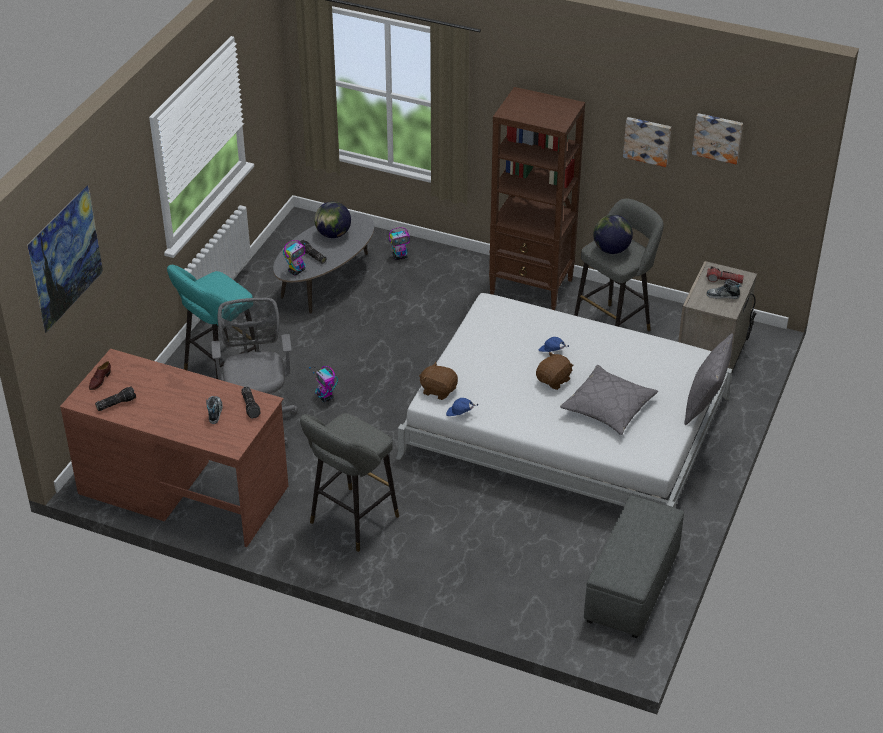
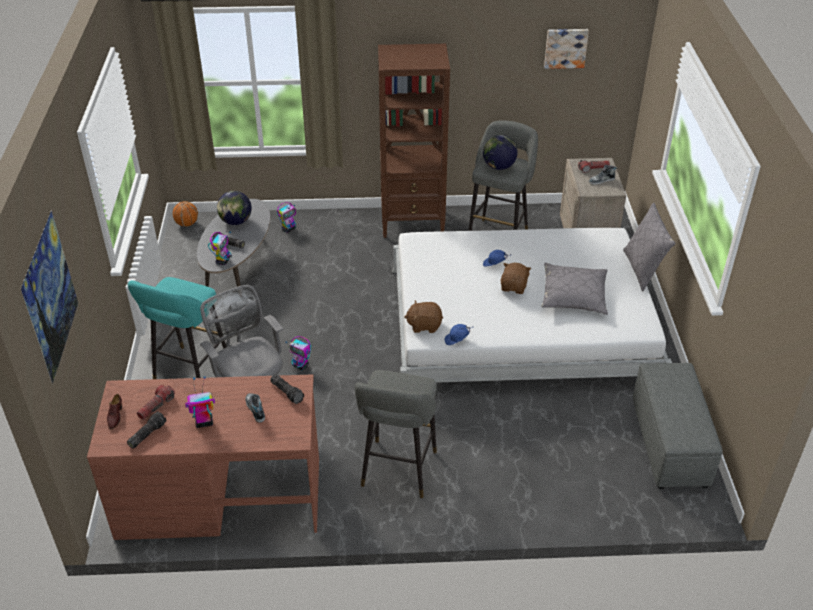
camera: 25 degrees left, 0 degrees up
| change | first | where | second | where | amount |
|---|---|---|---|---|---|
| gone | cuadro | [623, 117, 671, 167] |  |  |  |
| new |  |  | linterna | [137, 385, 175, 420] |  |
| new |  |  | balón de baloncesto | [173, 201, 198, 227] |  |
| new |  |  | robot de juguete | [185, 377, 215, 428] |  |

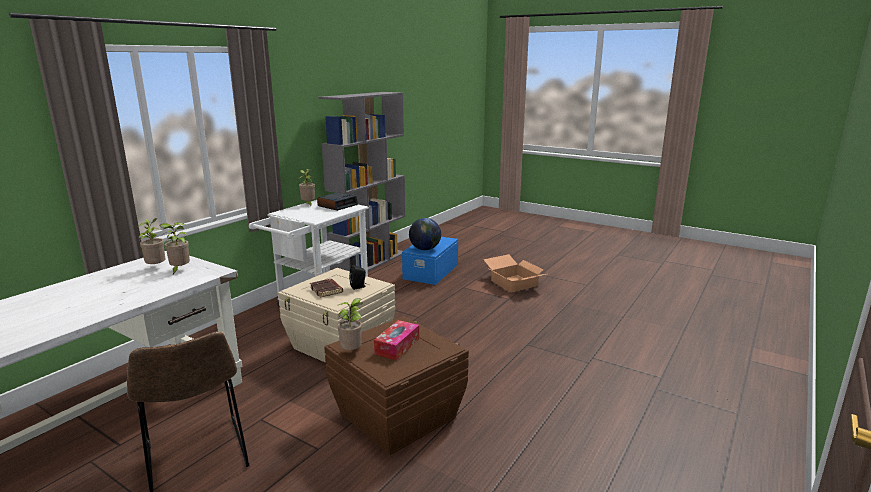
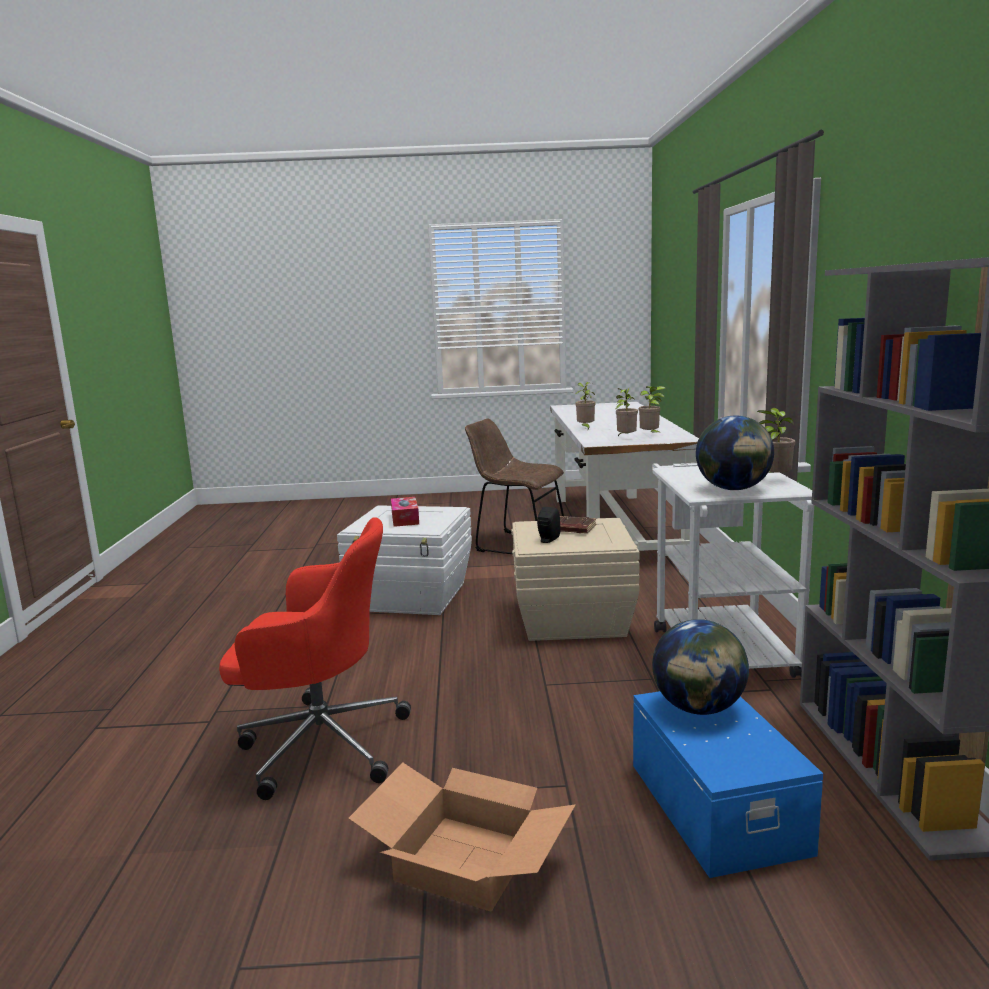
camera: 145 degrees right, 5 degrees down
| change | first | where | second | where | amount |
|---|---|---|---|---|---|
| swapped | despertador | [317, 192, 358, 211] | globo terráqueo | [696, 416, 774, 490] |  |
| repainted | caja de almacenaje [marrón] | [324, 316, 469, 455] | caja de almacenaje [blanco] | [337, 505, 472, 615] |  |
| shifted | planta en maceta | [337, 298, 363, 350] |  | [575, 382, 596, 429] |  |
| new |  |  | silla de oficina [rojo] | [219, 517, 411, 800] |  |

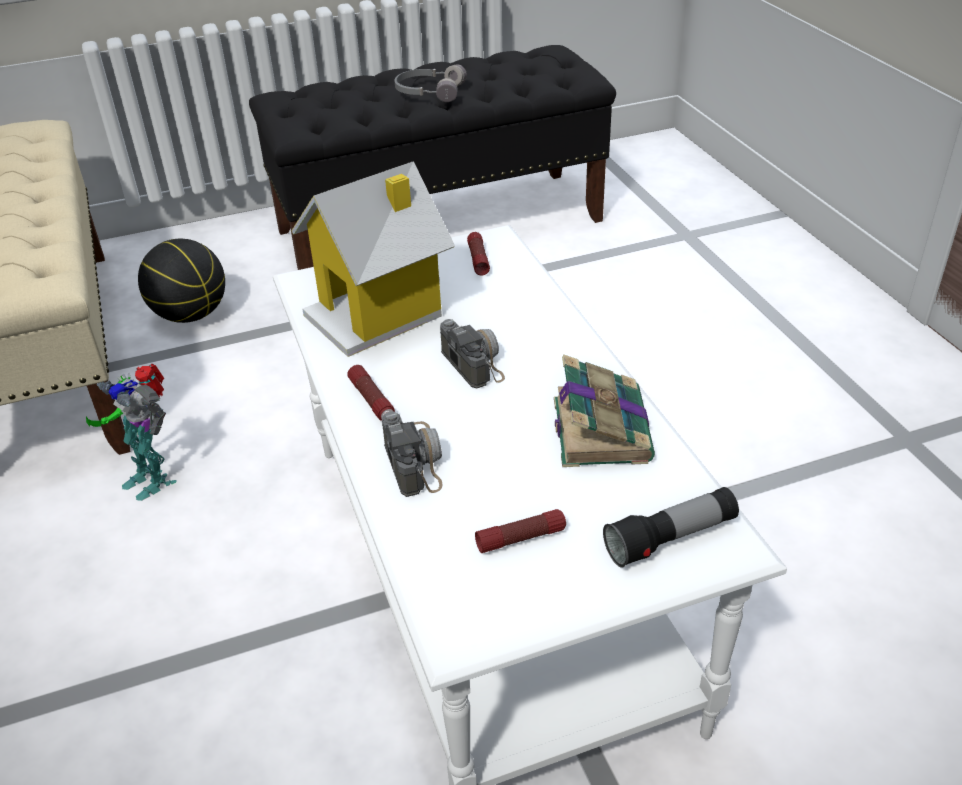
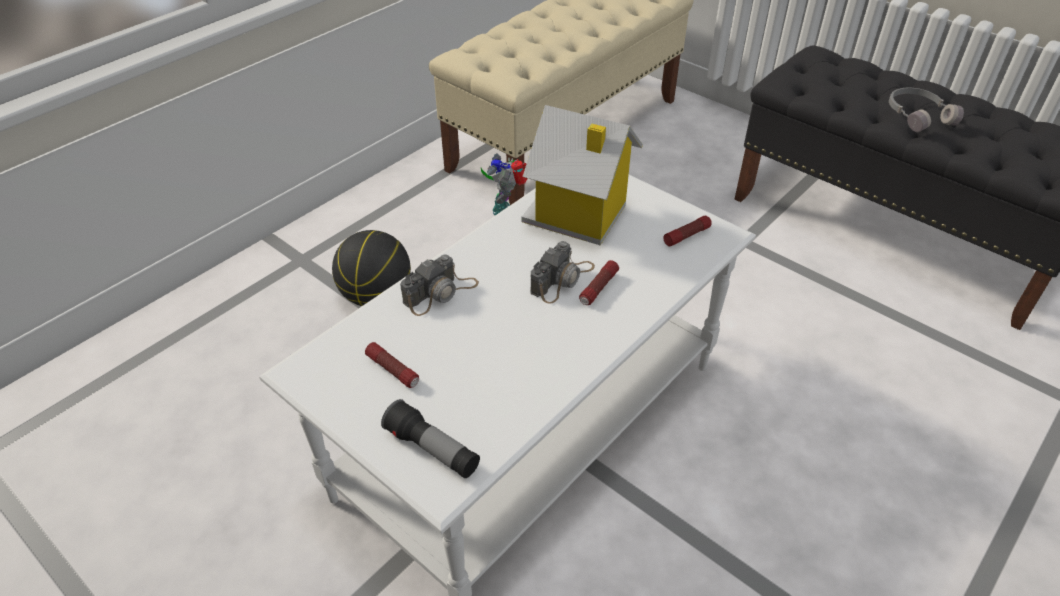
camera: 60 degrees right, 5 degrees up
| change | first | where | second | where | amount |
|---|---|---|---|---|---|
| shifted | balón de baloncesto | [138, 239, 225, 323] |  | [332, 230, 411, 306] |  |
| shifted | linterna | [347, 365, 395, 421] |  | [579, 260, 619, 305] |  |
| gone | libro | [554, 355, 655, 467] |  |  |  |

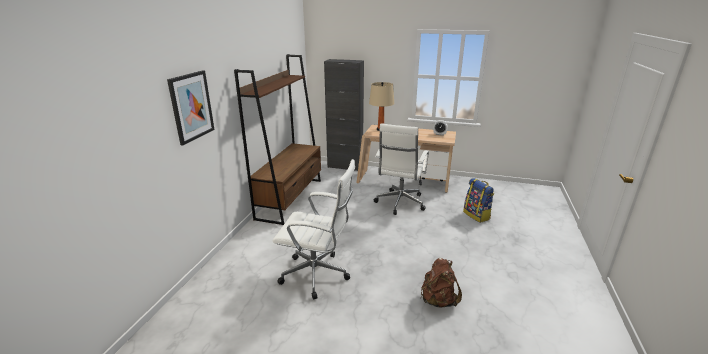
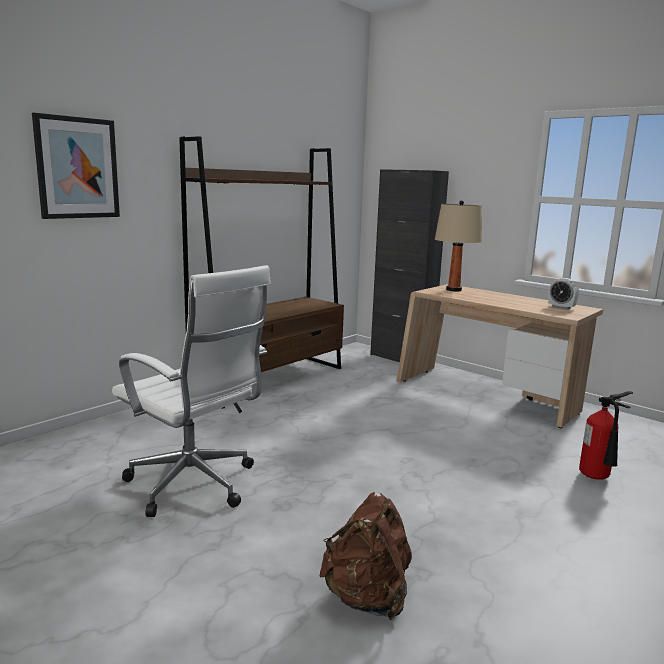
camera: 25 degrees right, 10 degrees down
| change | first | where | second | where | amount |
|---|---|---|---|---|---|
| gone | silla de oficina [blanco] | [374, 123, 429, 215] |  |  |  |
| swapped | mochila | [463, 178, 494, 223] | extintor | [579, 391, 633, 480] |  |

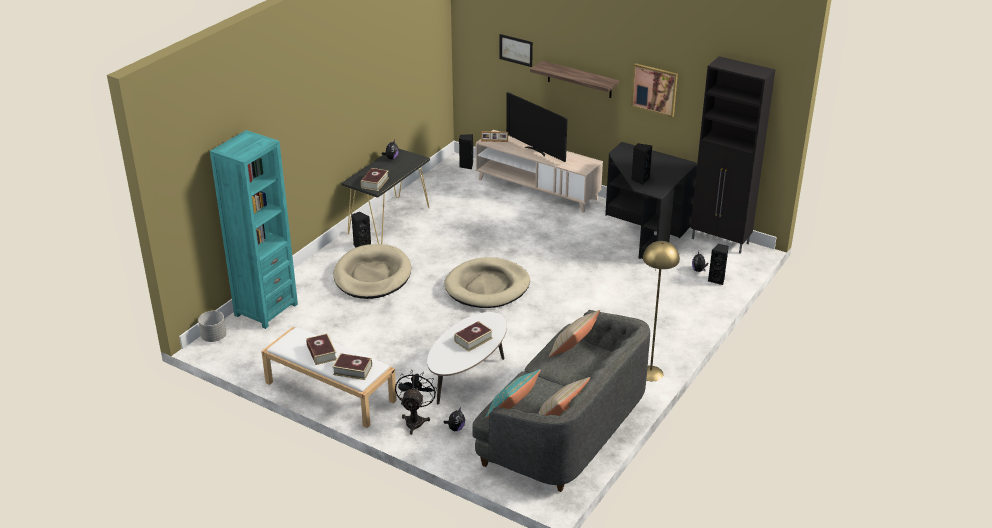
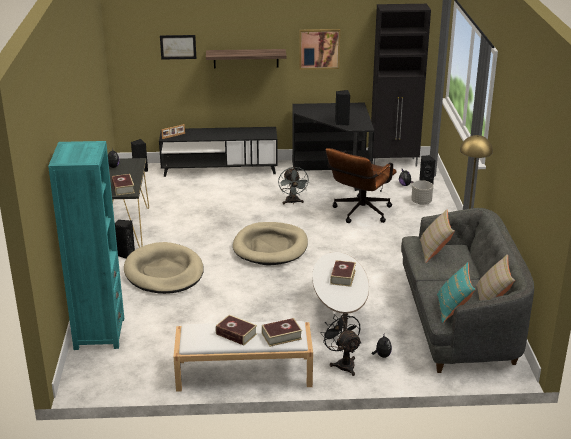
camera: 35 degrees left, 5 degrees down
| change | first | where | second | where | amount |
|---|---|---|---|---|---|
| shifted | maceta [gris] | [198, 311, 227, 342] |  | [411, 180, 433, 205] |  |
| repainted | mueble de televisión [beis] | [476, 130, 603, 213] | mueble de televisión [negro] | [159, 127, 278, 177] |  |
| gone | televisor | [506, 92, 568, 162] |  |  |  |
| new |  |  | ventilador [gris] | [278, 167, 309, 204] |  |
| new |  |  | silla de oficina [marrón] | [326, 148, 397, 223] |  |

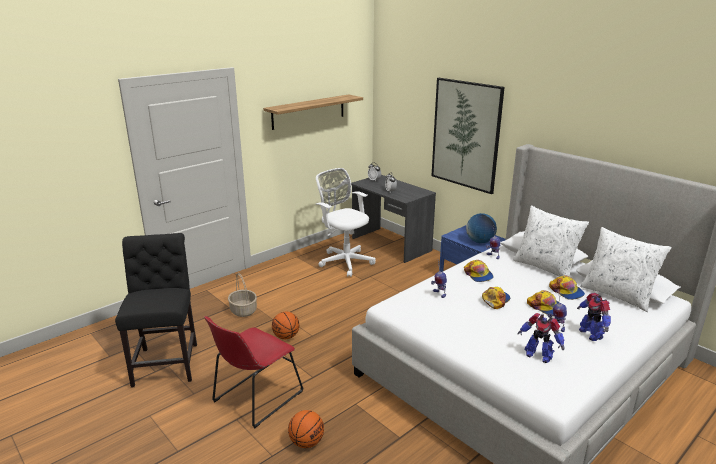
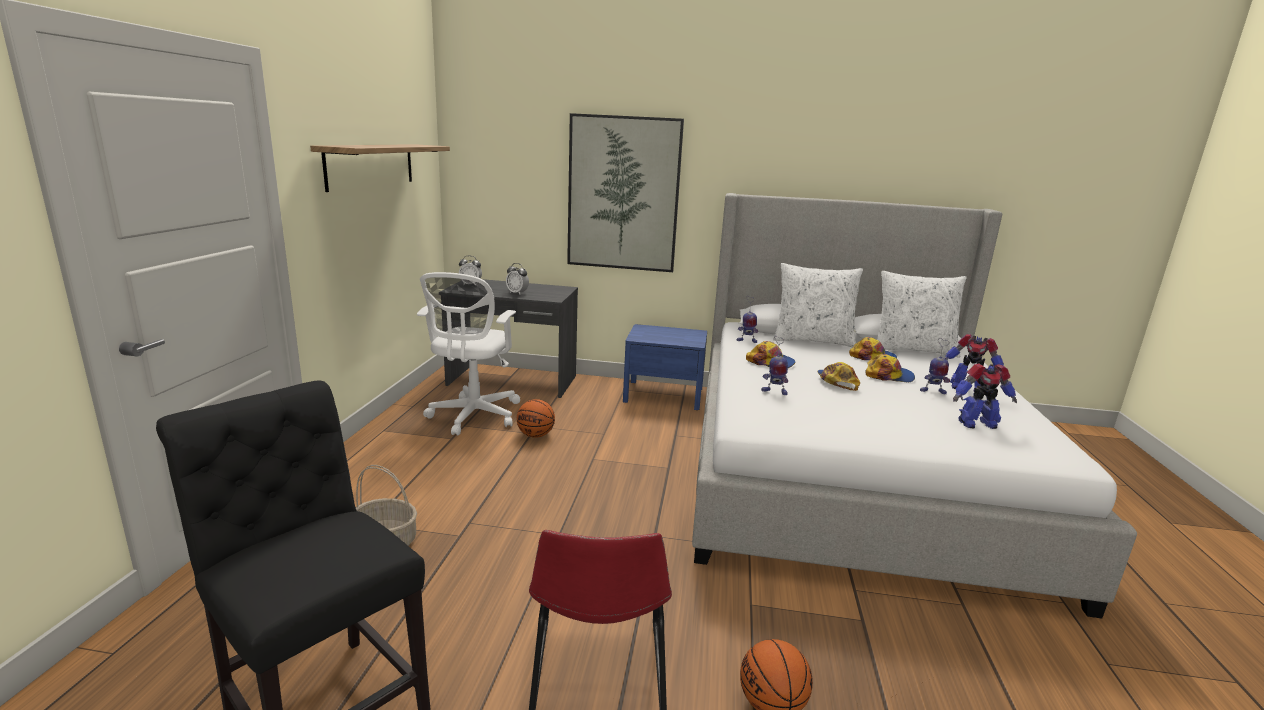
camera: 40 degrees left, 5 degrees down
| change | first | where | second | where | amount |
|---|---|---|---|---|---|
| shifted | balón de baloncesto | [272, 312, 299, 339] |  | [517, 399, 555, 438] |  |
| rotated | silla de oficina [blanco] | [315, 168, 376, 277] |  | [417, 272, 521, 436] | 90 degrees counterclockwise |
| gone | globo terráqueo | [466, 213, 497, 243] |  |  |  |

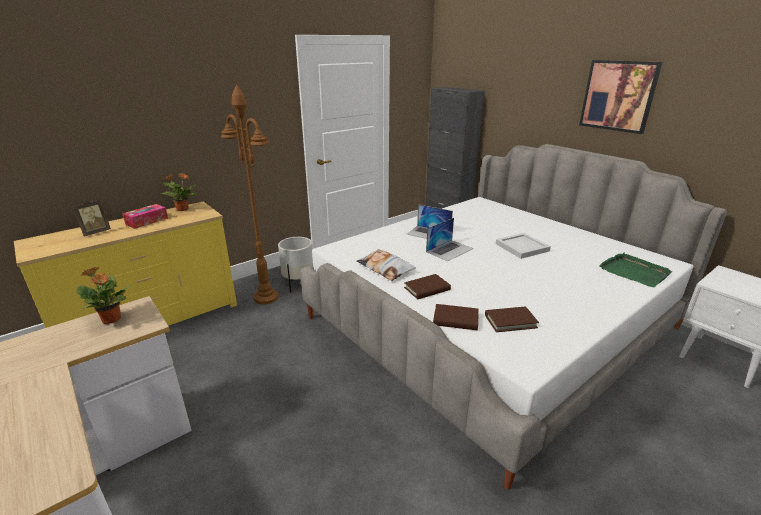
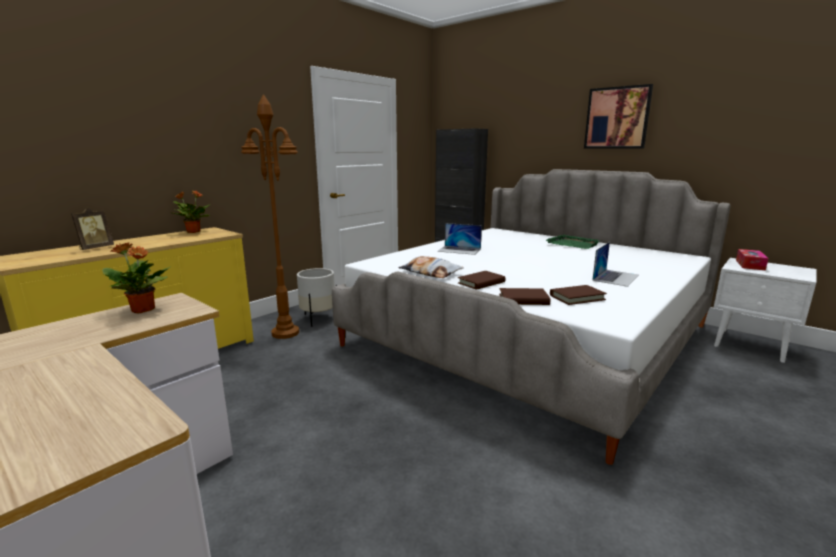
camera: 10 degrees left, 10 degrees down
| change | first | where | second | where | amount |
|---|---|---|---|---|---|
| shifted | caja de pañuelos | [122, 204, 168, 229] |  | [736, 249, 768, 270] |  |
| shifted | portátil | [426, 218, 473, 261] |  | [592, 242, 639, 287] |  |
| gone | bandeja [blanco] | [496, 233, 551, 259] |  |  |  |
| shifted | bandeja [verde] | [599, 253, 672, 287] |  | [546, 234, 599, 249] |  |

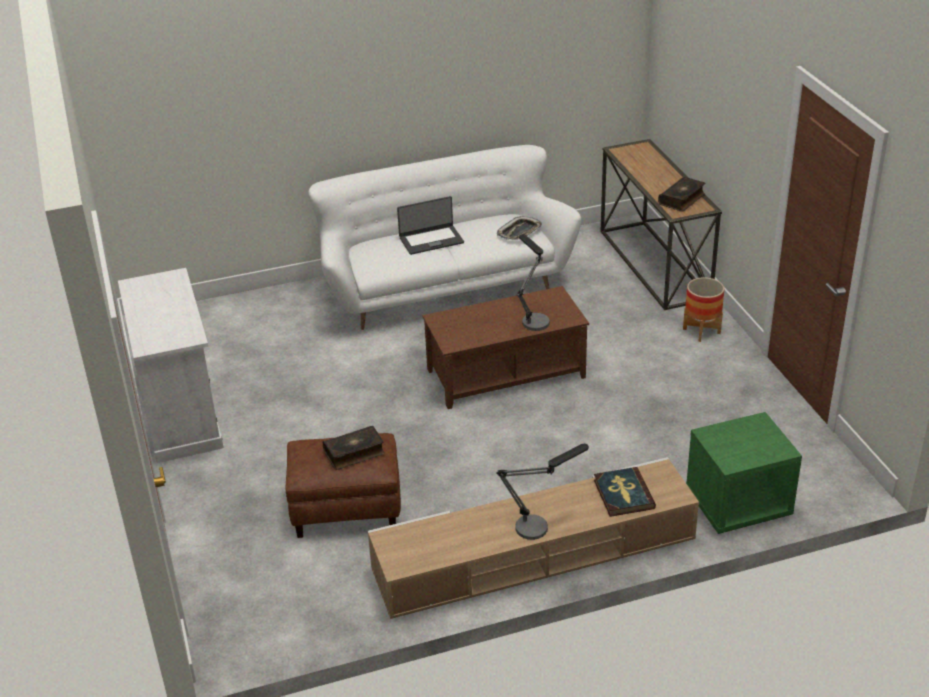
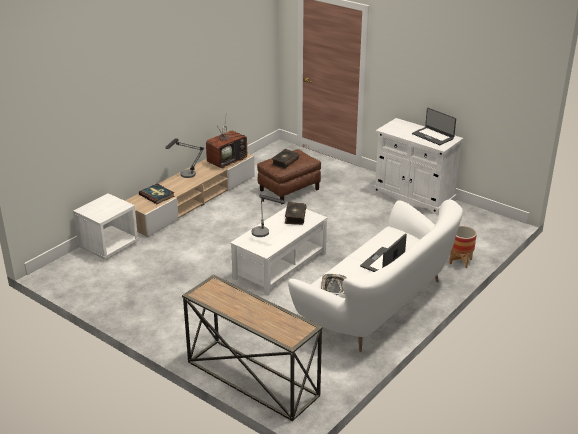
camera: 145 degrees right, 5 degrees down
| change | first | where | second | where | amount |
|---|---|---|---|---|---|
| repainted | mesa de centro [marrón] | [422, 286, 589, 409] | mesa de centro [blanco] | [230, 207, 327, 296] |  |
| shifted | libro | [658, 177, 706, 211] |  | [285, 202, 306, 225] |  |
| shifted | maceta | [683, 277, 724, 342] |  | [449, 226, 477, 268] |  |
| repainted | mesita de noche [verde] | [686, 412, 802, 534] | mesita de noche [blanco] | [73, 193, 139, 260] |  |
| new |  |  | televisor | [206, 118, 247, 168] |  |
| new |  |  | portátil | [412, 108, 456, 145] |  |

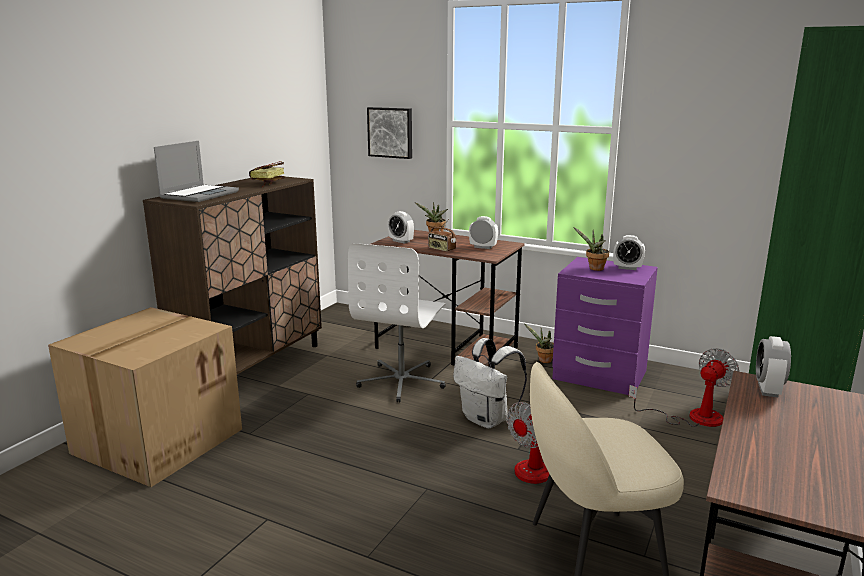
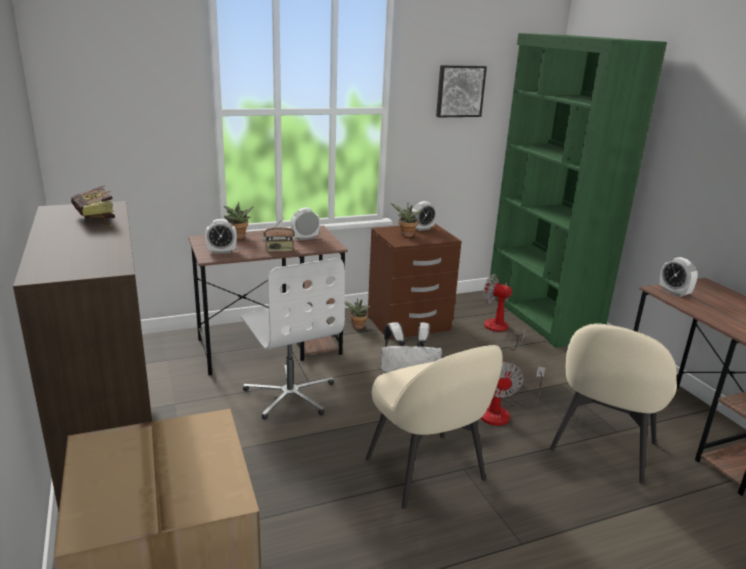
camera: 50 degrees left, 5 degrees up
| change | first | where | second | where | amount |
|---|---|---|---|---|---|
| gone | portátil | [154, 141, 239, 202] |  |  |  |
| shifted | cuadro | [367, 107, 412, 159] |  | [436, 65, 487, 118] |  |
| repainted | mesita de noche [morado] | [552, 257, 658, 395] | mesita de noche [marrón] | [368, 224, 462, 340] |  |
| rotated | ventilador | [628, 348, 739, 427] |  | [483, 274, 525, 350] | 60 degrees counterclockwise |
| new |  |  | silla [beis] | [365, 345, 503, 509] |  |

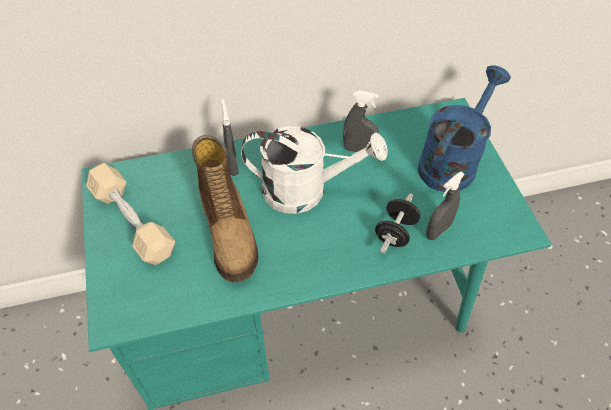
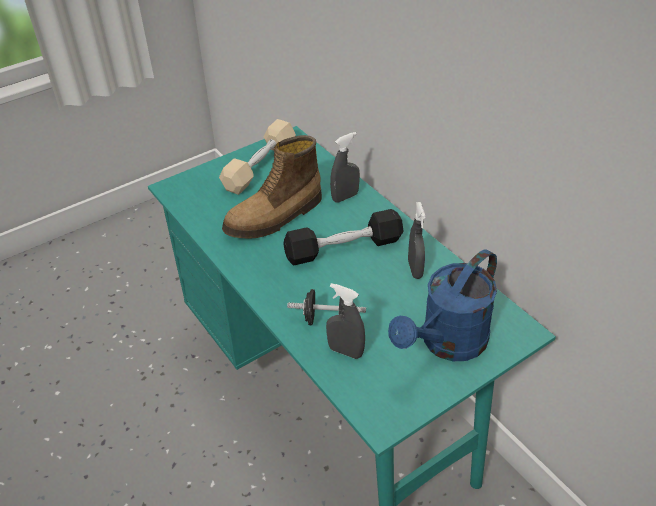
camera: 70 degrees right, 10 degrees down
| change | first | where | second | where | amount |
|---|---|---|---|---|---|
| swapped | regadera [blanco] | [241, 126, 388, 214] | mancuerna [negro] | [283, 209, 404, 265] |  |
| rotated | regadera [azul] | [418, 65, 511, 192] |  | [388, 249, 497, 361] | 120 degrees clockwise |

